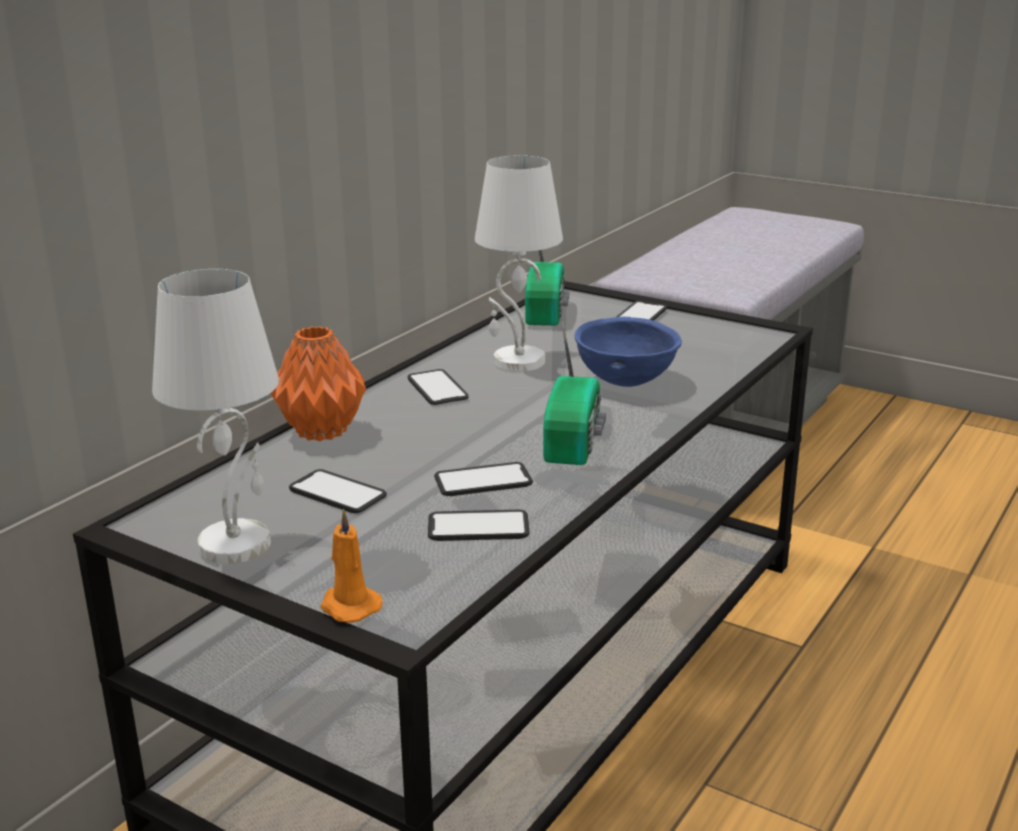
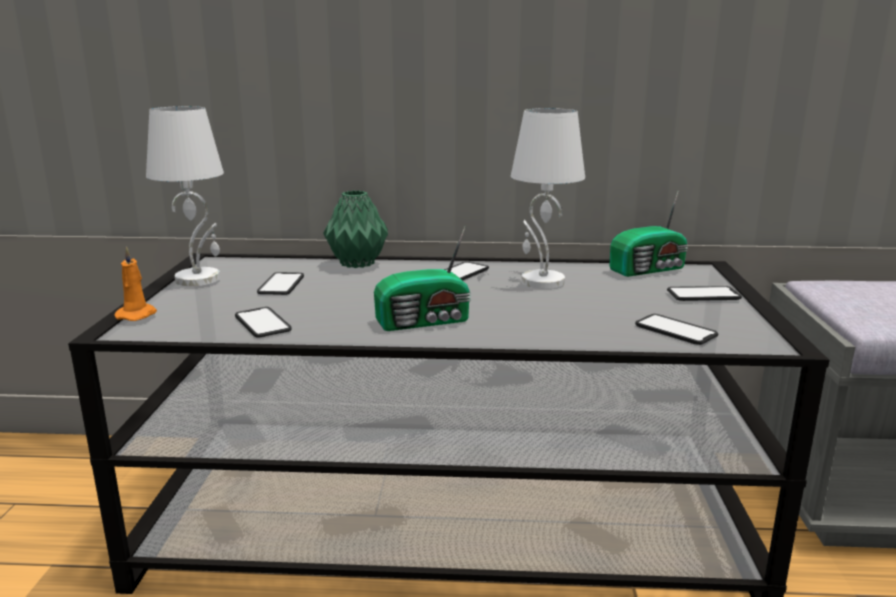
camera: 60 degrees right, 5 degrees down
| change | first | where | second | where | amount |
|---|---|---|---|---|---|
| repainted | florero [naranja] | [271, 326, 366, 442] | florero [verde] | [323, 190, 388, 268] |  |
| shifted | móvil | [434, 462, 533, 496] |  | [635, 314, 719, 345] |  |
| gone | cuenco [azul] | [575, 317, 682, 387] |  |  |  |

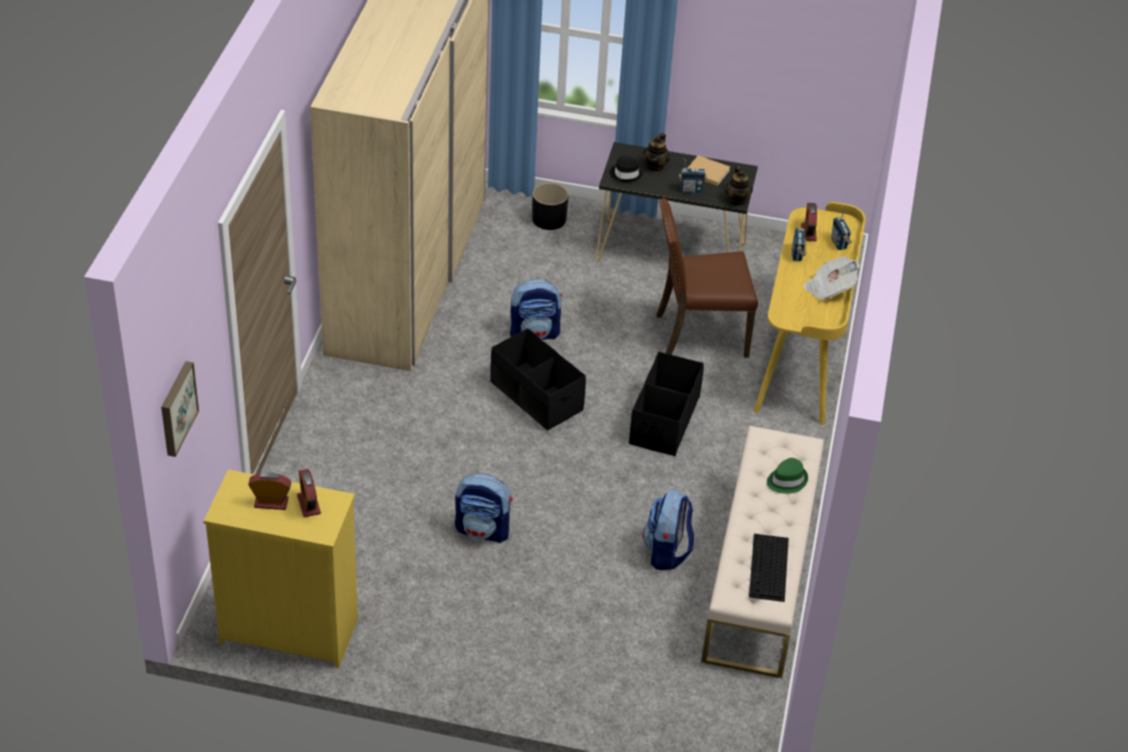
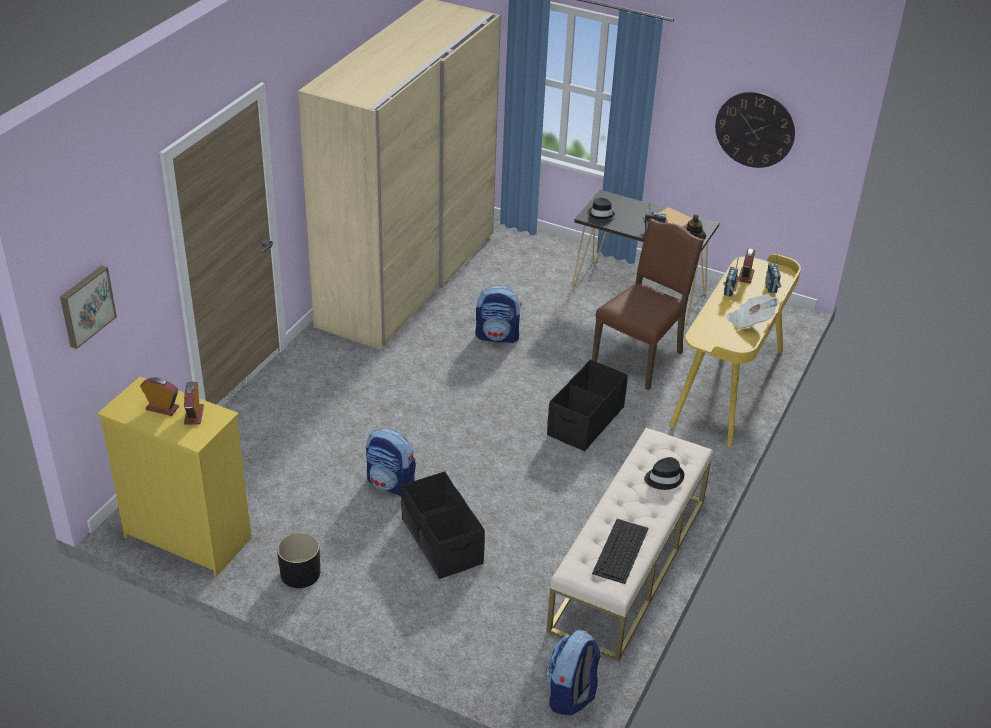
camera: 15 degrees right, 5 degrees down
| change | first | where | second | where | amount |
|---|---|---|---|---|---|
| shifted | caja de almacenaje [negro] | [490, 328, 586, 431] |  | [401, 471, 485, 579] |  |
| shifted | maceta [negro] | [532, 183, 569, 230] |  | [277, 532, 320, 588] |  |
| shifted | mochila | [642, 489, 694, 570] |  | [545, 630, 601, 715] |  |
| gone | tetera | [643, 133, 670, 172] |  |  |  |
| rotated | silla [marrón] | [656, 198, 758, 358] |  | [592, 219, 704, 390] | 120 degrees clockwise |
| repainted | sombrero [verde] | [767, 458, 808, 494] | sombrero [negro] | [644, 457, 684, 490] |  |
| new |  |  | reloj de pared | [715, 92, 795, 168] |  |

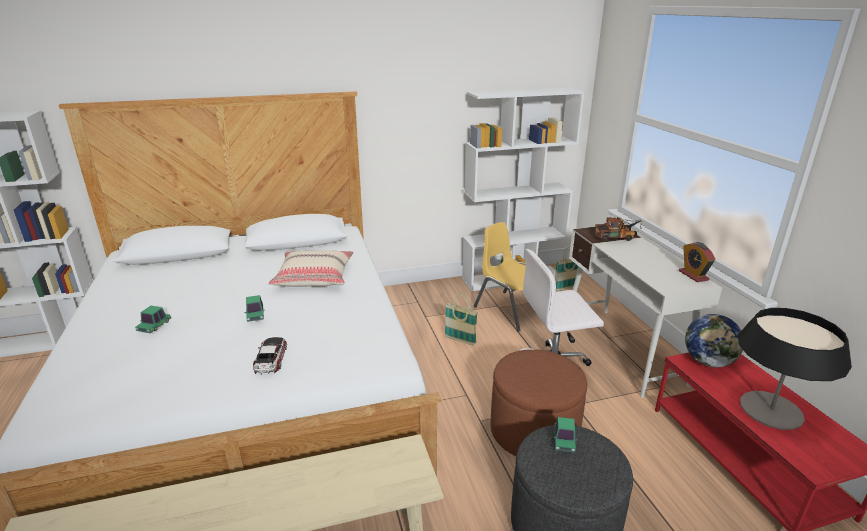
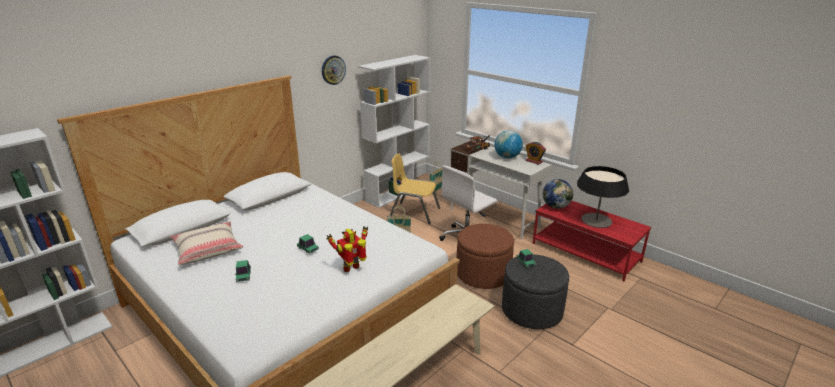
camera: 30 degrees left, 0 degrees up
| change | first | where | second | where | amount |
|---|---|---|---|---|---|
| swapped | coche de juguete | [253, 337, 287, 374] | robot de juguete | [327, 226, 368, 272] |  |
| shifted | cojín [beis] | [268, 251, 354, 287] |  | [170, 222, 244, 265] |  |
| new |  |  | reloj de pared | [322, 55, 346, 85] |  |
| new |  |  | globo terráqueo | [494, 130, 523, 158] |  |

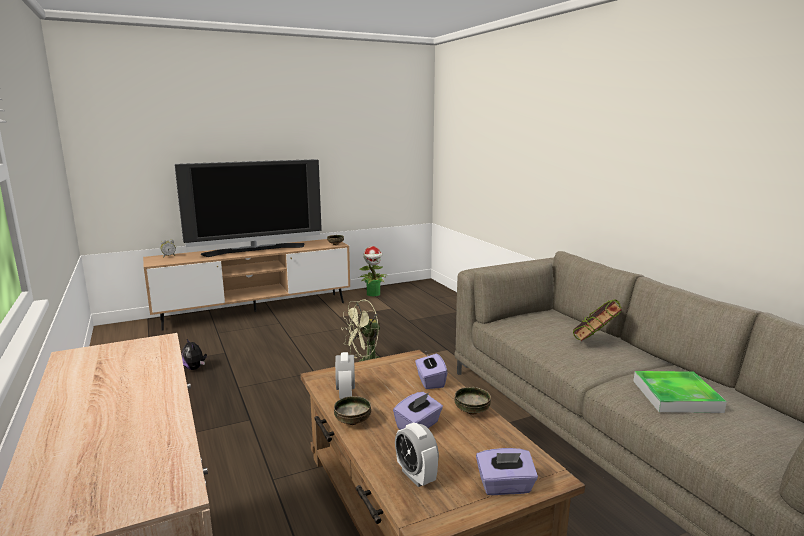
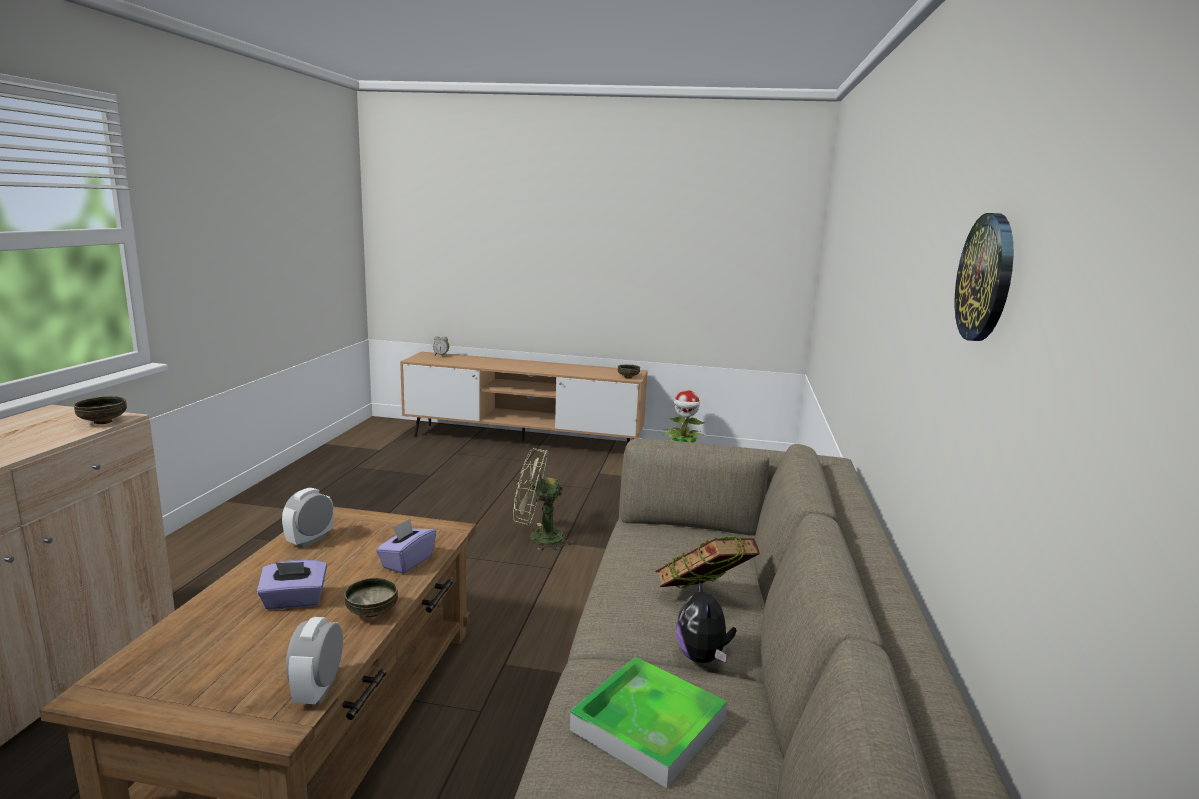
camera: 35 degrees right, 0 degrees up
| change | first | where | second | where | amount |
|---|---|---|---|---|---|
| gone | televisor | [174, 159, 322, 257] |  |  |  |
| shifted | peluche | [181, 339, 207, 370] |  | [676, 579, 737, 663] |  |
| shifted | cuenco | [334, 396, 371, 425] |  | [74, 396, 127, 424] |  |
| shifted | despertador | [395, 423, 439, 487] |  | [286, 617, 343, 705] |  |
| gone | caja de pañuelos [morado] | [476, 448, 538, 495] |  |  |  |
| new |  |  | reloj de pared | [955, 213, 1013, 341] |  |

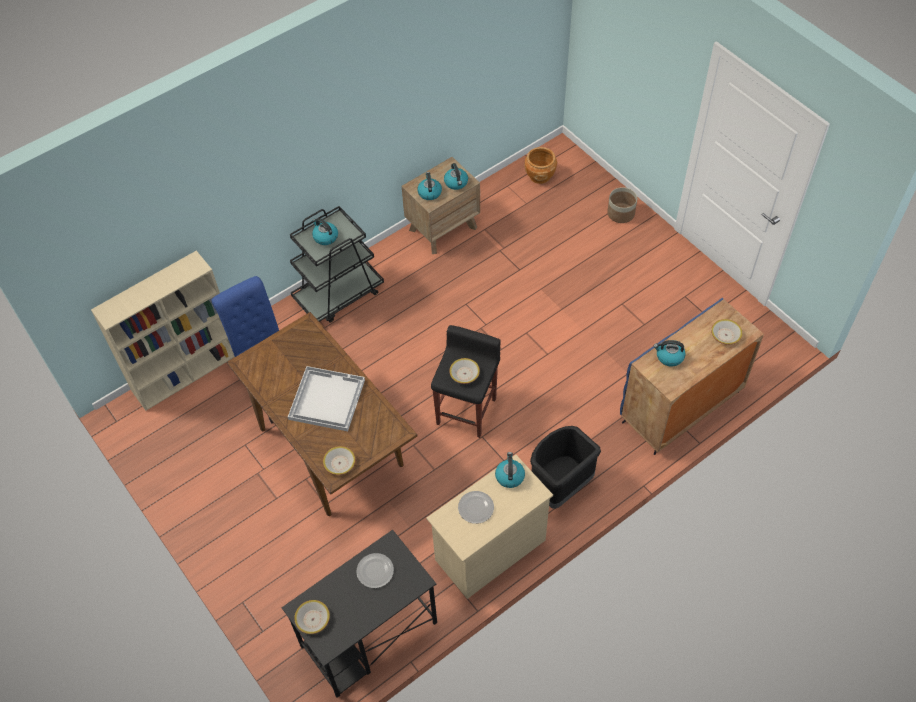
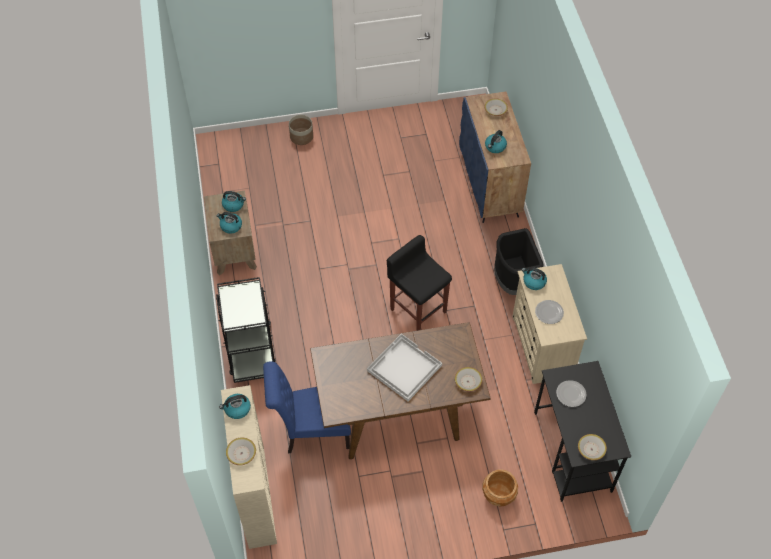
camera: 65 degrees left, 0 degrees up
| change | first | where | second | where | amount |
|---|---|---|---|---|---|
| shifted | hervidor | [312, 218, 338, 245] |  | [219, 394, 251, 419] |  |
| shifted | cuenco | [449, 358, 480, 384] |  | [226, 438, 256, 465] |  |
| shifted | maceta [marrón] | [524, 147, 557, 184] |  | [482, 469, 518, 507] |  |

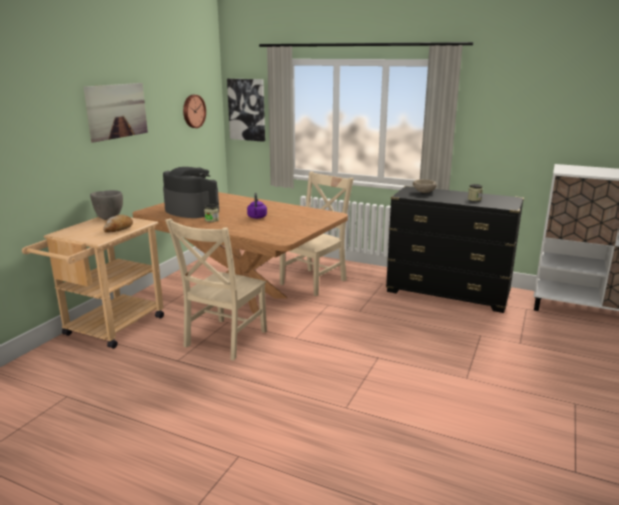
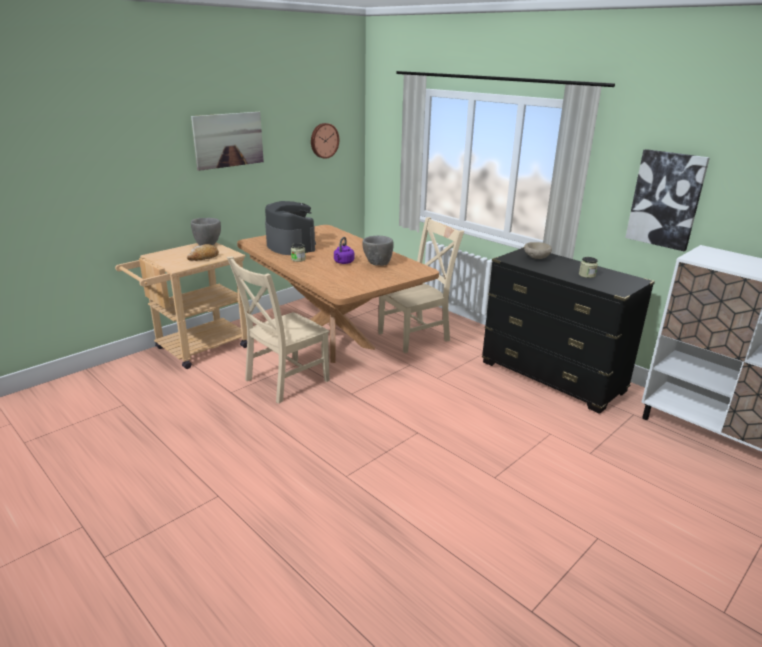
camera: 20 degrees right, 5 degrees up
| change | first | where | second | where | amount |
|---|---|---|---|---|---|
| shifted | cuadro | [227, 79, 265, 142] |  | [625, 149, 710, 251] |  |
| new |  |  | cuenco [gris] | [362, 236, 394, 266] |  |

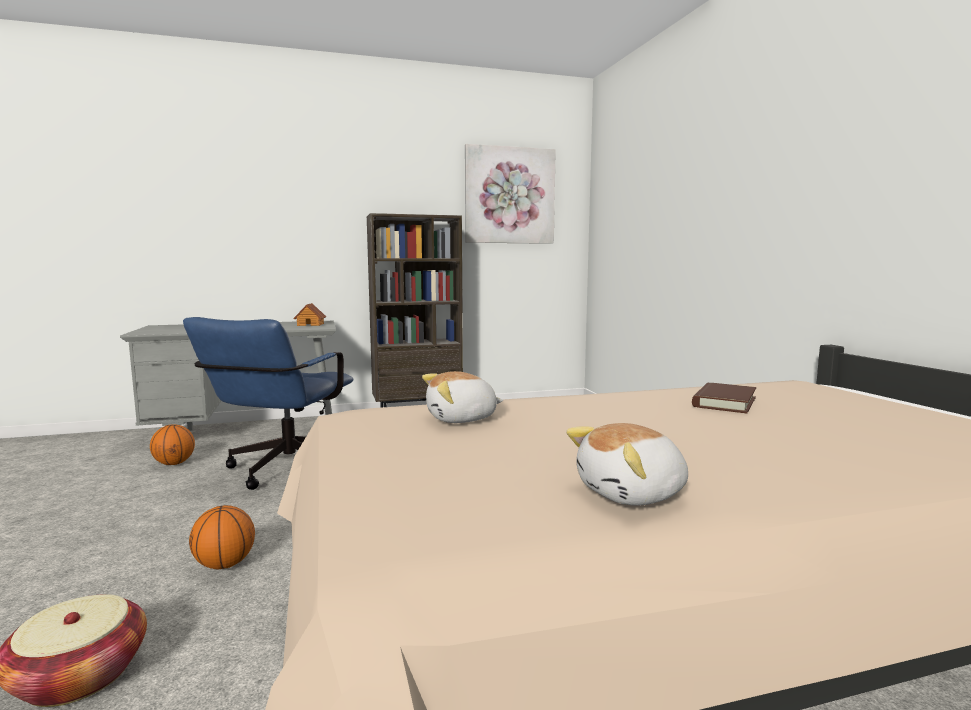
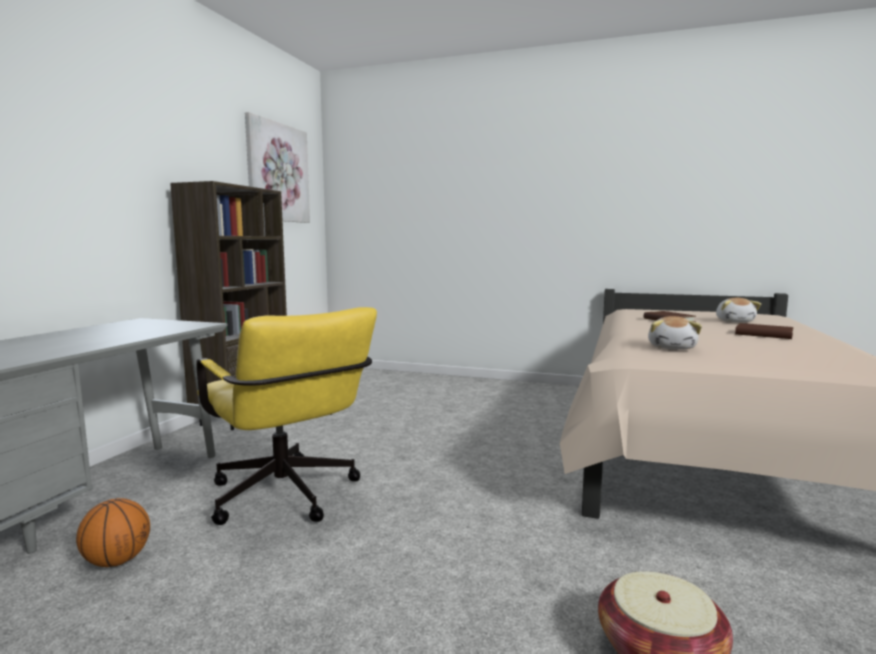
camera: 55 degrees left, 0 degrees up
| change | first | where | second | where | amount |
|---|---|---|---|---|---|
| repainted | silla de oficina [azul] | [183, 317, 353, 490] | silla de oficina [amarillo] | [196, 307, 377, 525] |  |
| gone | balón de baloncesto | [189, 505, 255, 569] |  |  |  |
| gone | casita | [293, 303, 326, 326] |  |  |  |
| shifted | peluche | [566, 423, 688, 506] |  | [716, 298, 761, 322] |  |
| new |  |  | libro [marrón] | [735, 323, 793, 339] |  |

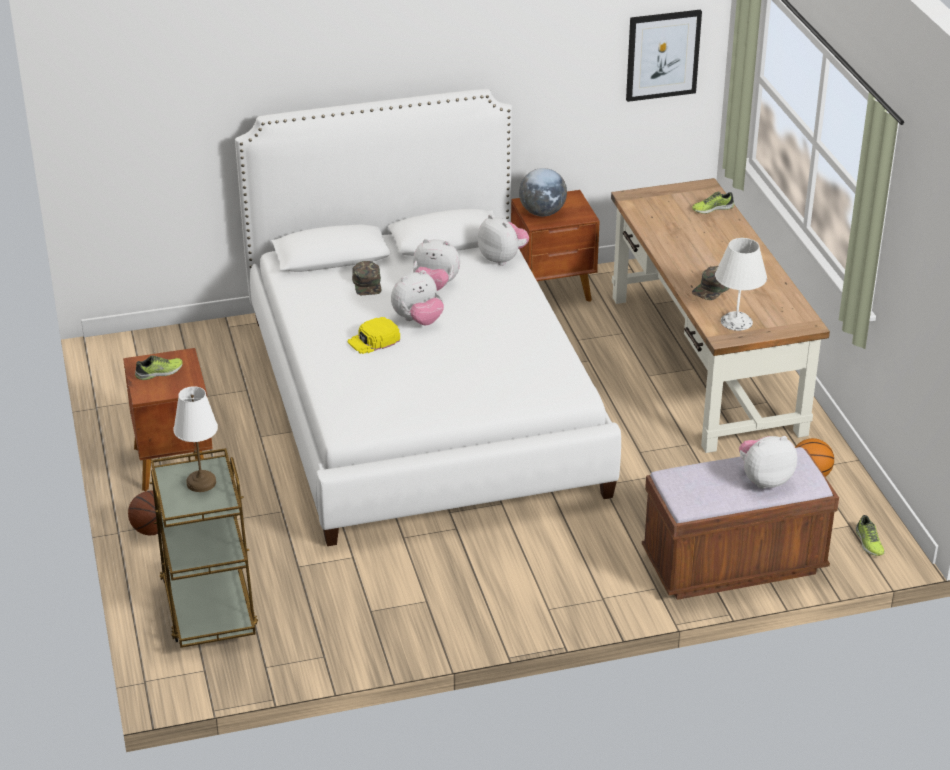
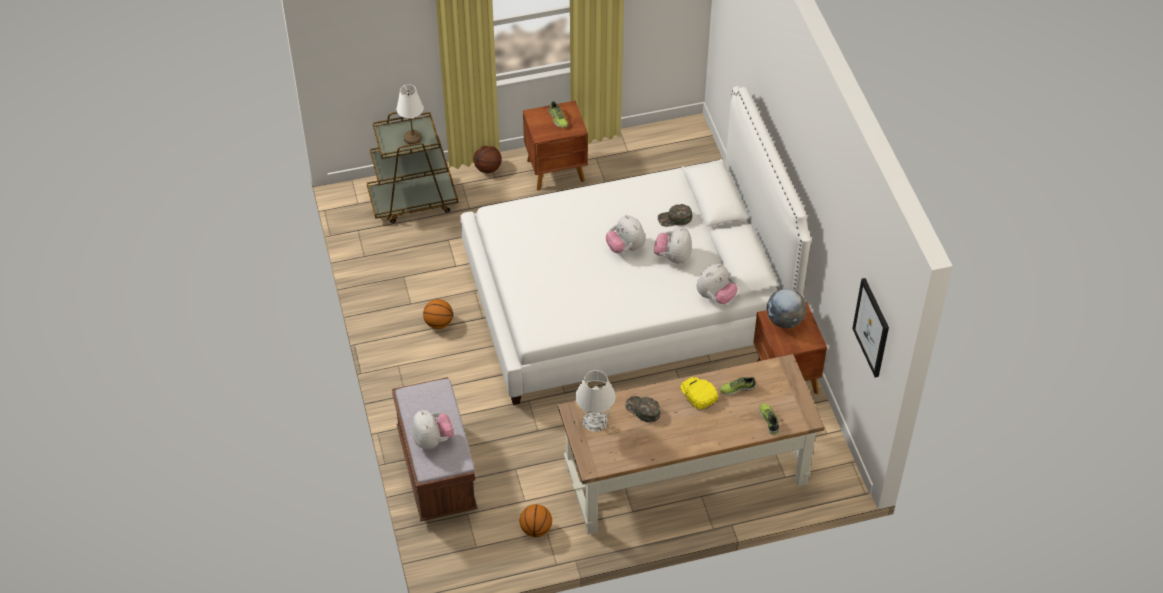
camera: 90 degrees right, 15 degrees up
| change | first | where | second | where | amount |
|---|---|---|---|---|---|
| shifted | gorra [amarillo] | [348, 317, 400, 354] |  | [680, 377, 718, 411] |  |
| shifted | zapato | [856, 515, 885, 556] |  | [720, 377, 756, 395] |  |
| new |  |  | balón de baloncesto | [423, 299, 453, 329] |  |

